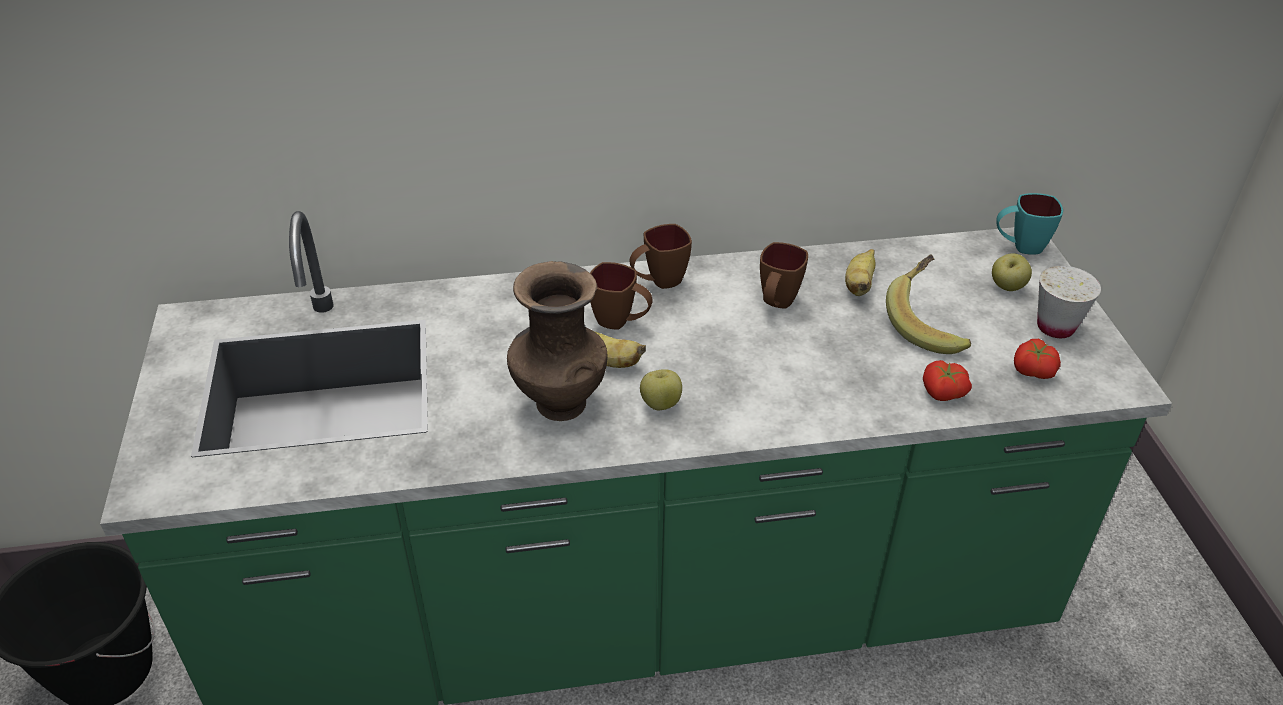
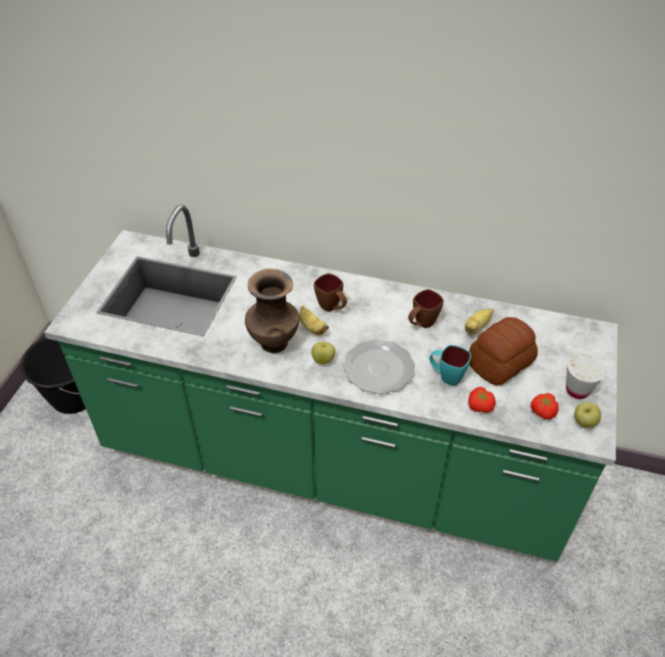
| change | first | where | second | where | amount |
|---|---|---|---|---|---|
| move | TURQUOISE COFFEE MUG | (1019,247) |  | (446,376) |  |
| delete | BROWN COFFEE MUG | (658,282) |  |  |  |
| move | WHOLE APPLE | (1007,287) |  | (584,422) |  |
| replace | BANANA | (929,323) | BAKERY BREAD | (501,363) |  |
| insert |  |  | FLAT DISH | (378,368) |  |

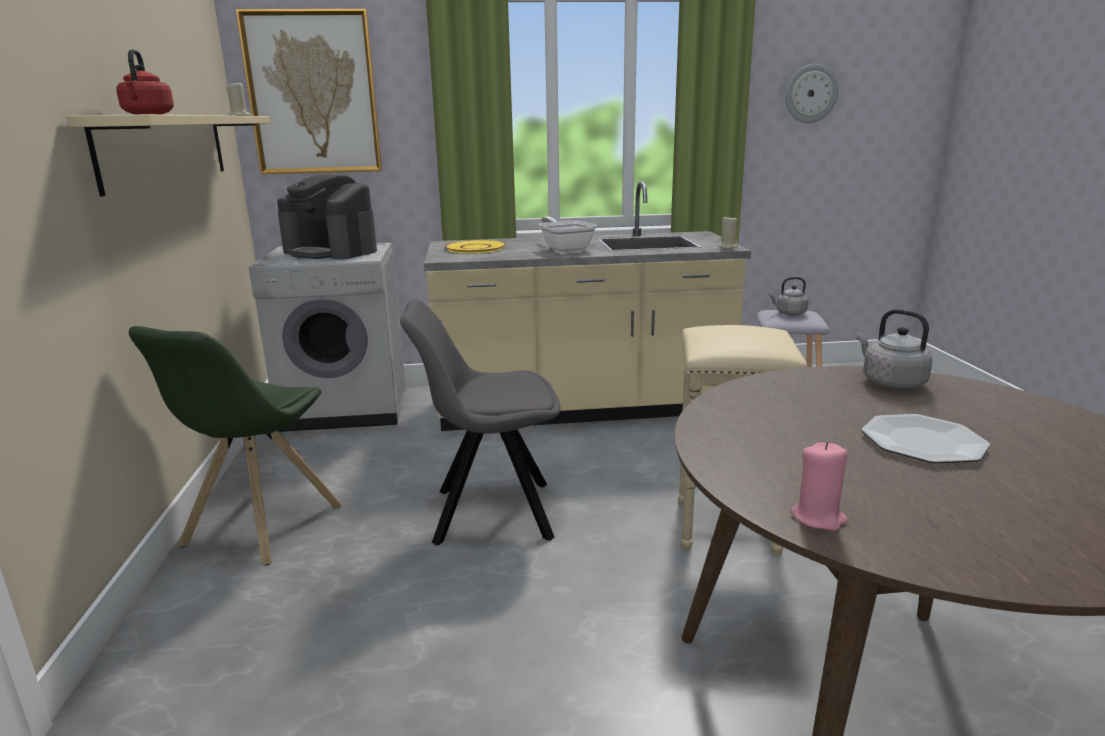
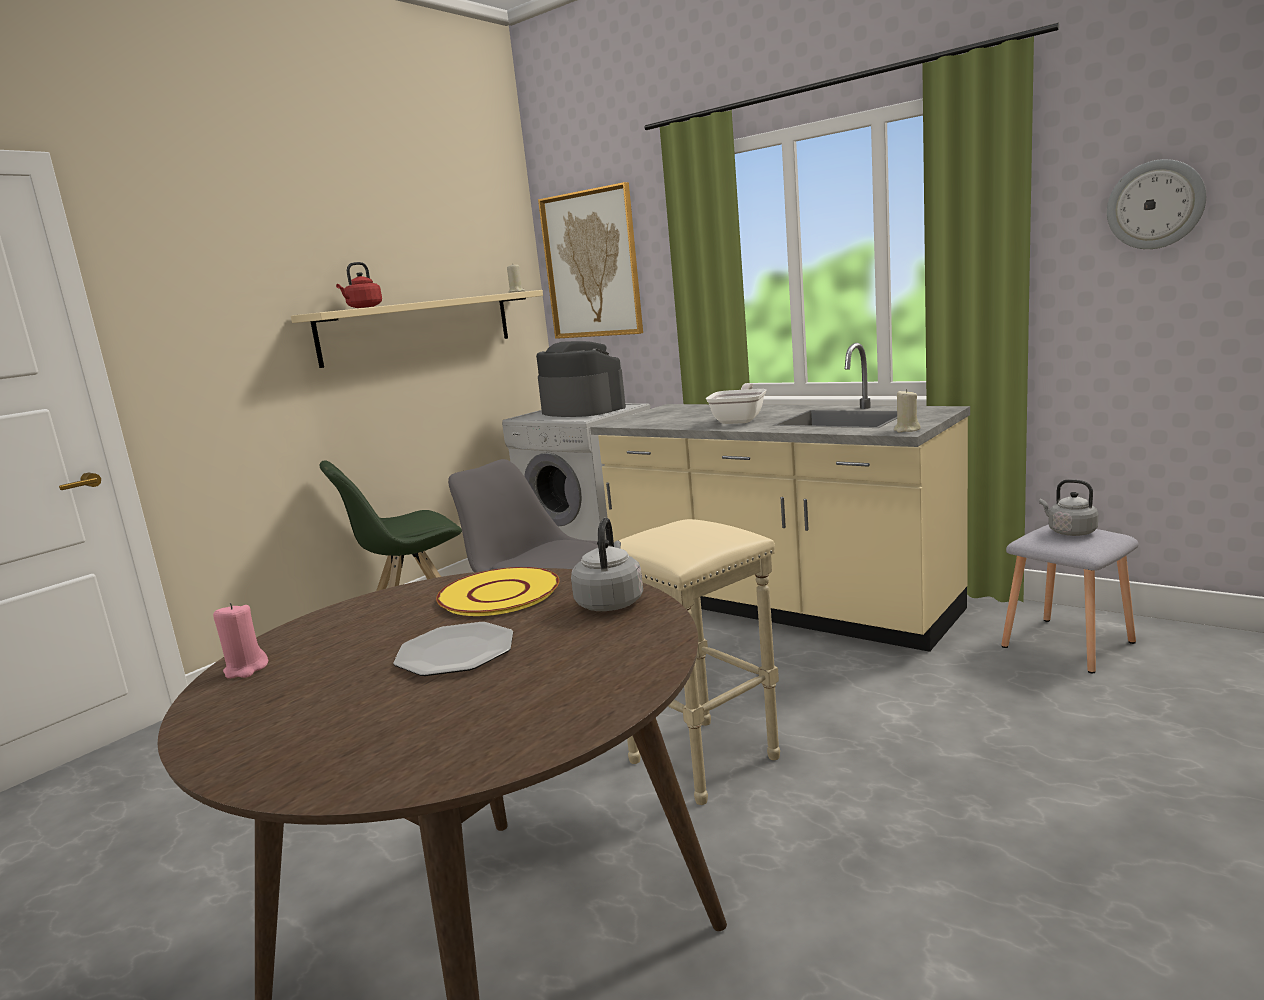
| change | first | where | second | where | amount |
|---|---|---|---|---|---|
| rotate | COFFEE BREWER | (331,251) |  | (582,410) | 150 degrees clockwise |
| move | YELLOW-COLOURED FLAT DISH | (475,248) |  | (500,593) |  |

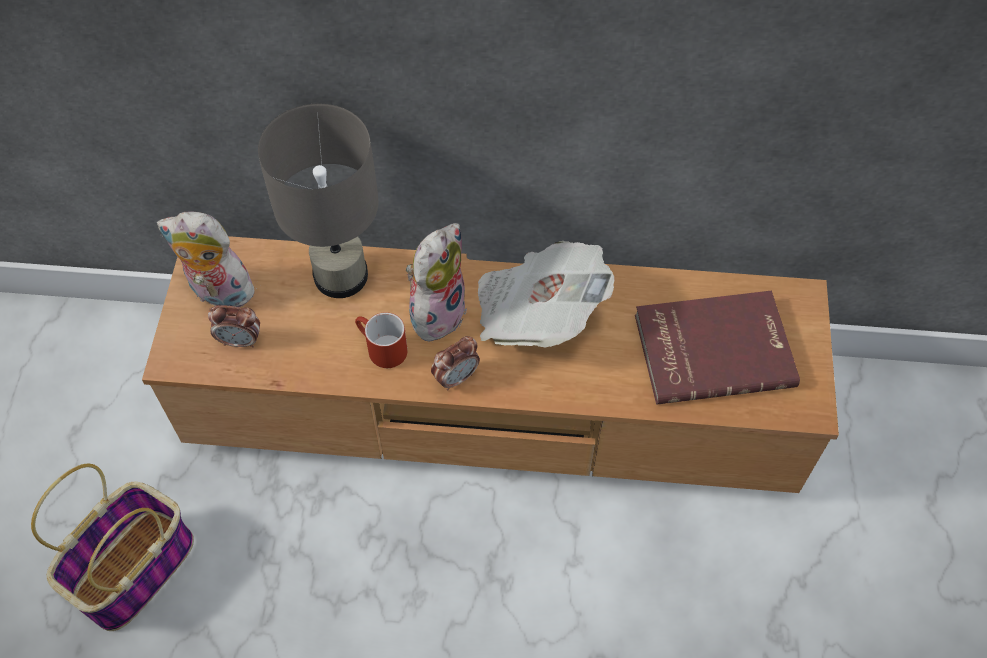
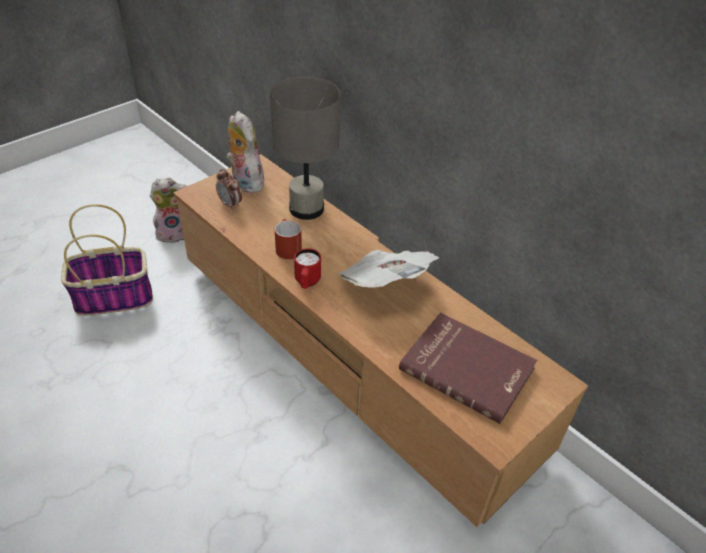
| change | first | where | second | where | amount |
|---|---|---|---|---|---|
| move | PLUSH TOY | (436,311) |  | (175,233) |  |
| replace | ALARM CLOCK | (456,377) | REDDISH COFFEE MUG | (307,283) |  |

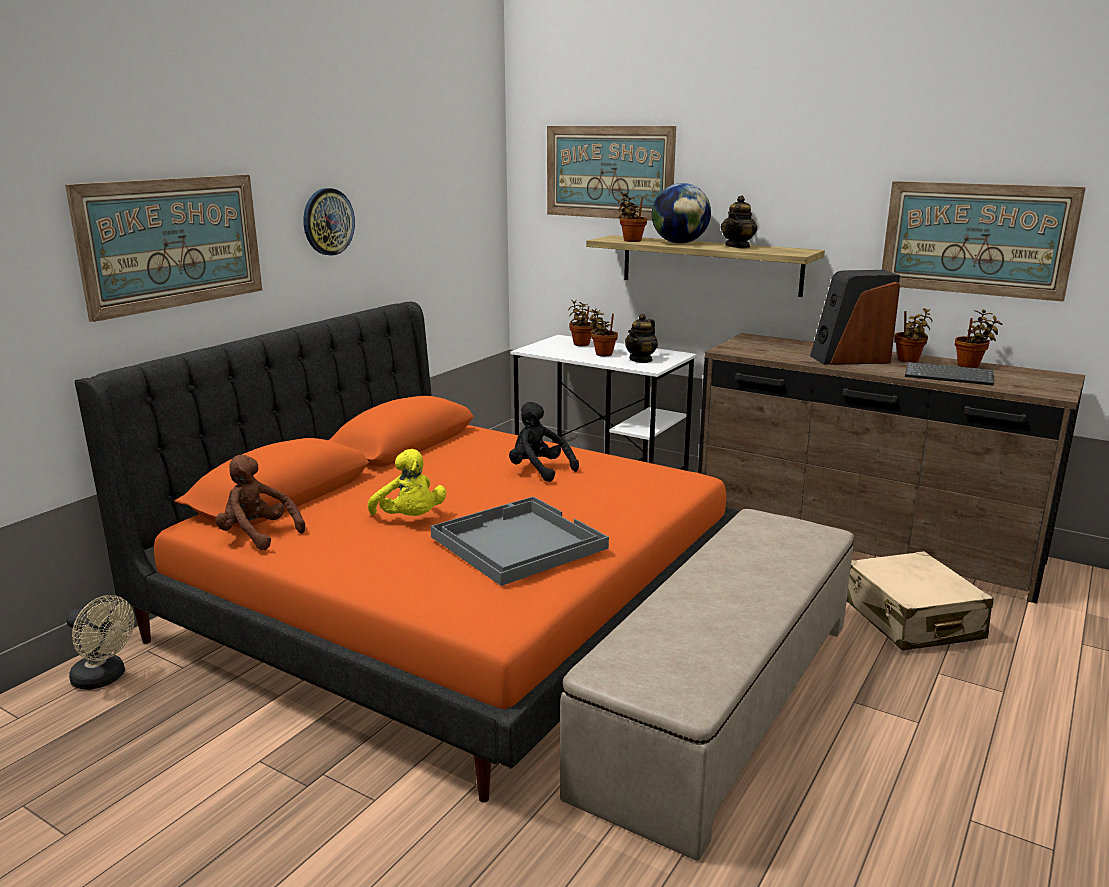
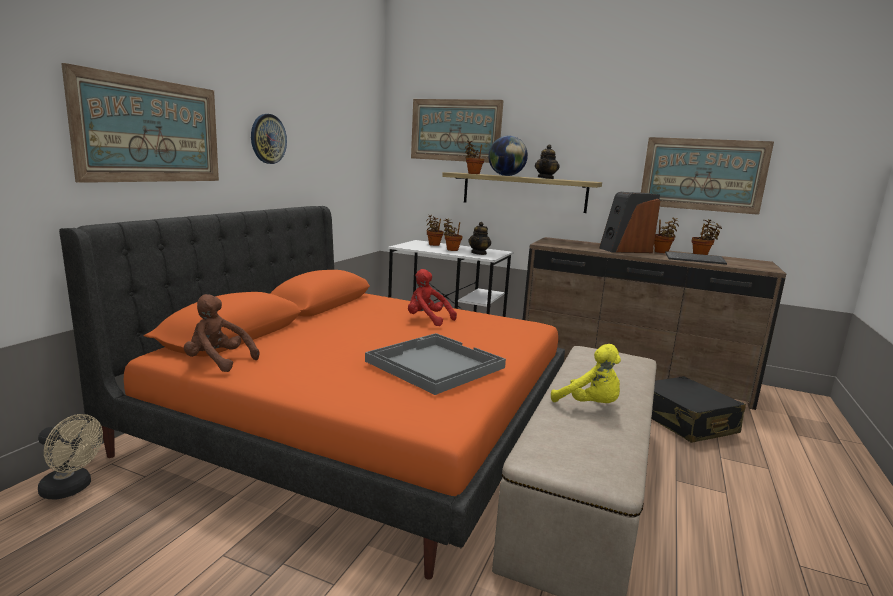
| change | first | where | second | where | amount |
|---|---|---|---|---|---|
| recolor | BLACK PLUSH TOY | (538,471) | REDDISH PLUSH TOY | (427,320) |  |
| move | YELLOW-COLOURED PLUSH TOY | (410,519) |  | (590,405) |  |
| recolor | BEIGE SUITCASE | (911,619) | BLACK SUITCASE | (685,422) |  |

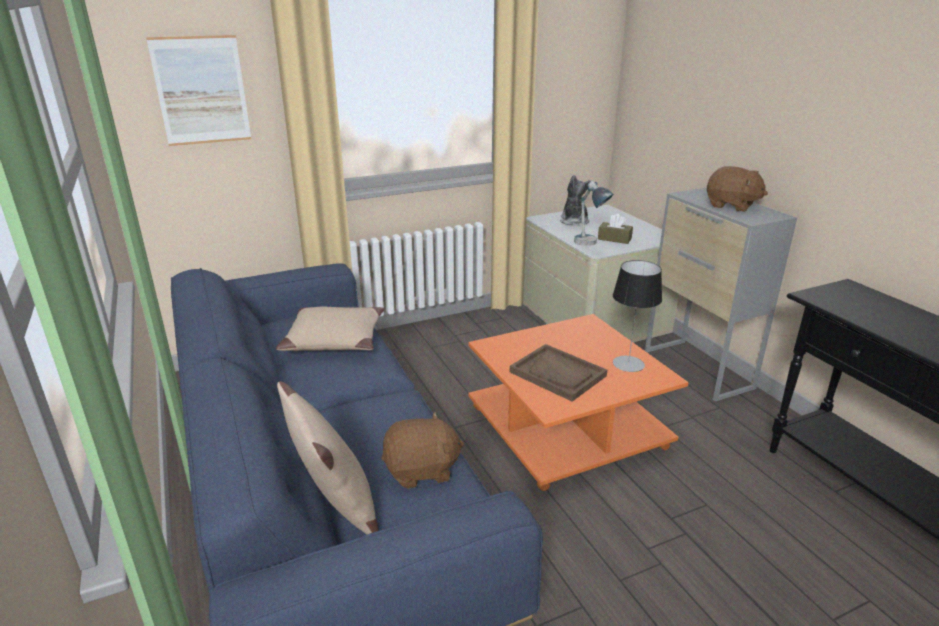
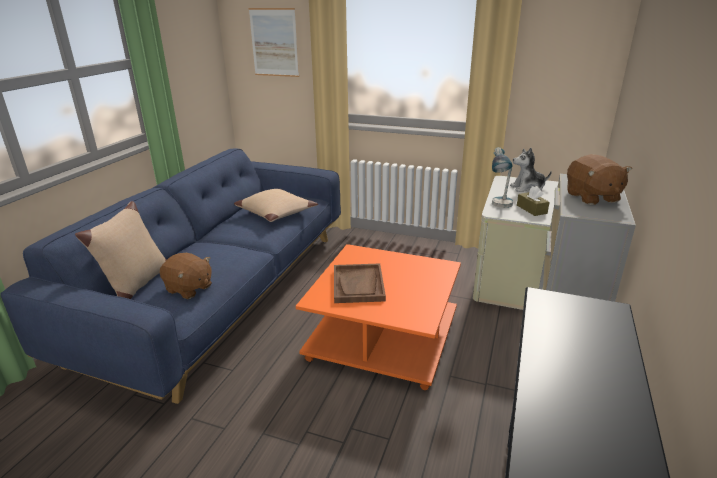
| change | first | where | second | where | amount |
|---|---|---|---|---|---|
| rotate | PLUSH TOY | (574,221) |  | (527,188) | 135 degrees counterclockwise |
| delete | LAMP FOR A TABLE | (628,364) |  |  |  |

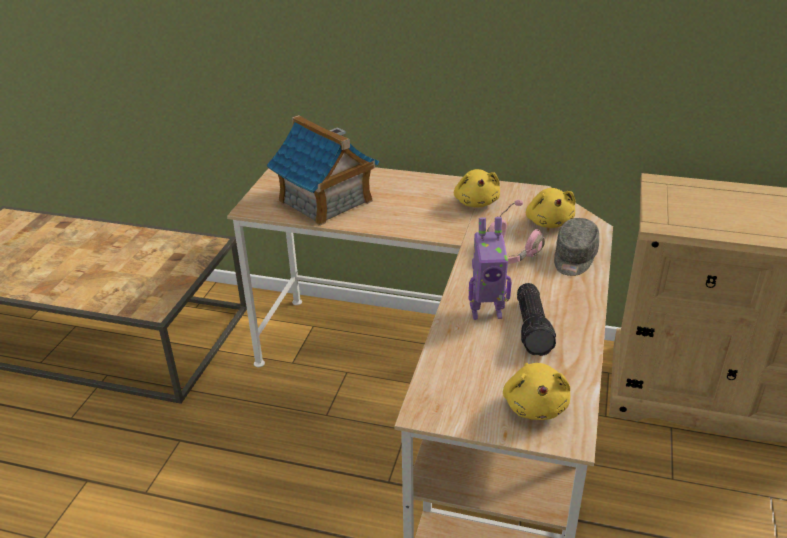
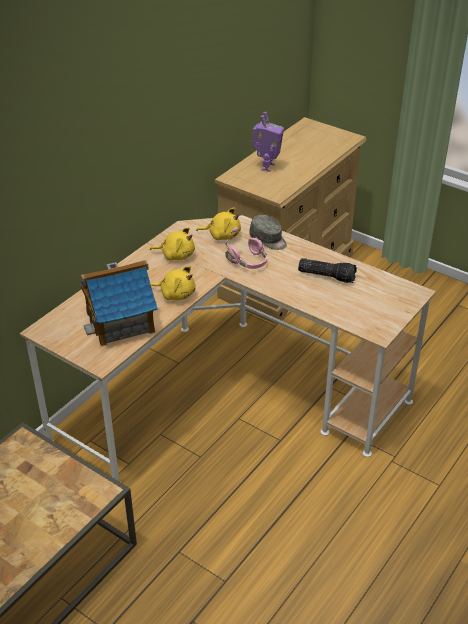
| change | first | where | second | where | amount |
|---|---|---|---|---|---|
| move | TOY ROBOT | (486,312) |  | (267,167) |  |
| move | YELLOW-COLOURED PLUSH TOY | (535,405) |  | (176,294) |  |

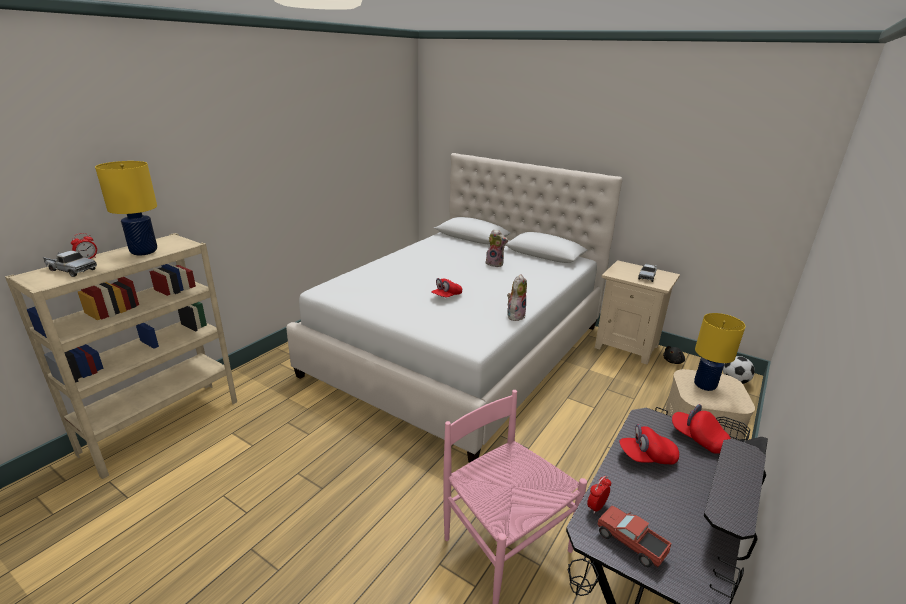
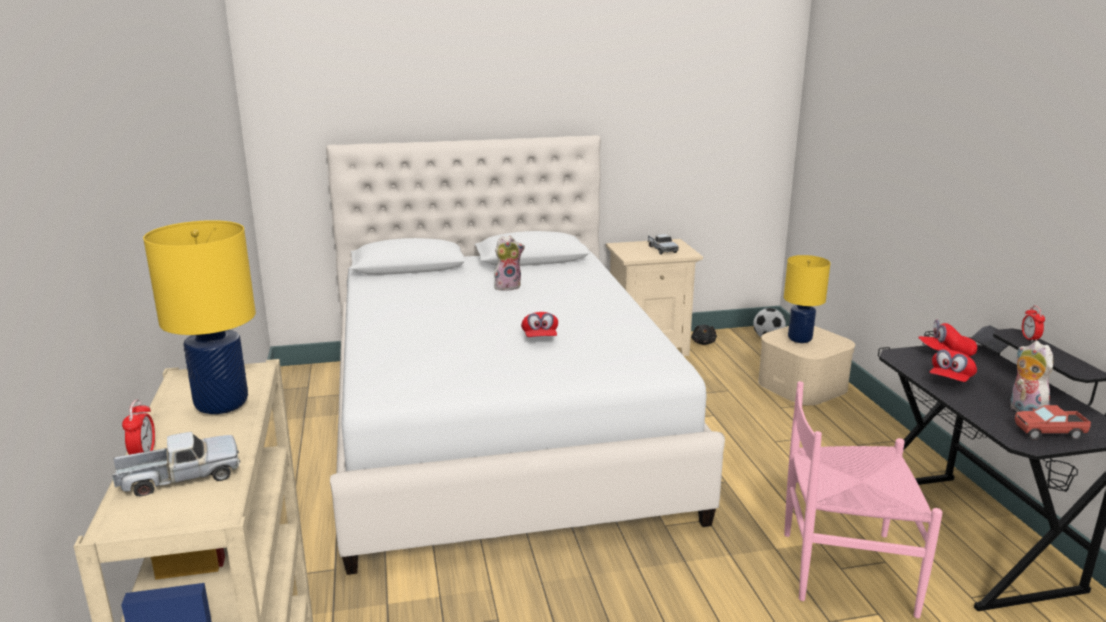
| change | first | where | second | where | amount |
|---|---|---|---|---|---|
| move | PLUSH TOY | (515,315) |  | (1023,411) |  |
| move | ALARM CLOCK | (596,507) |  | (1029,339) |  |

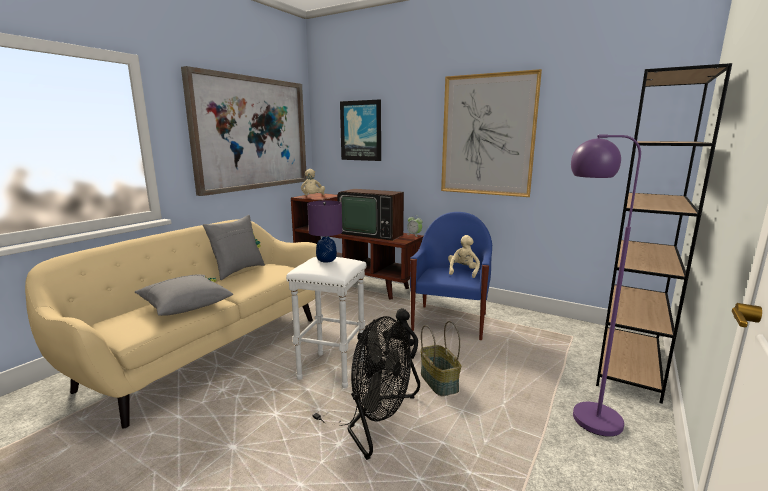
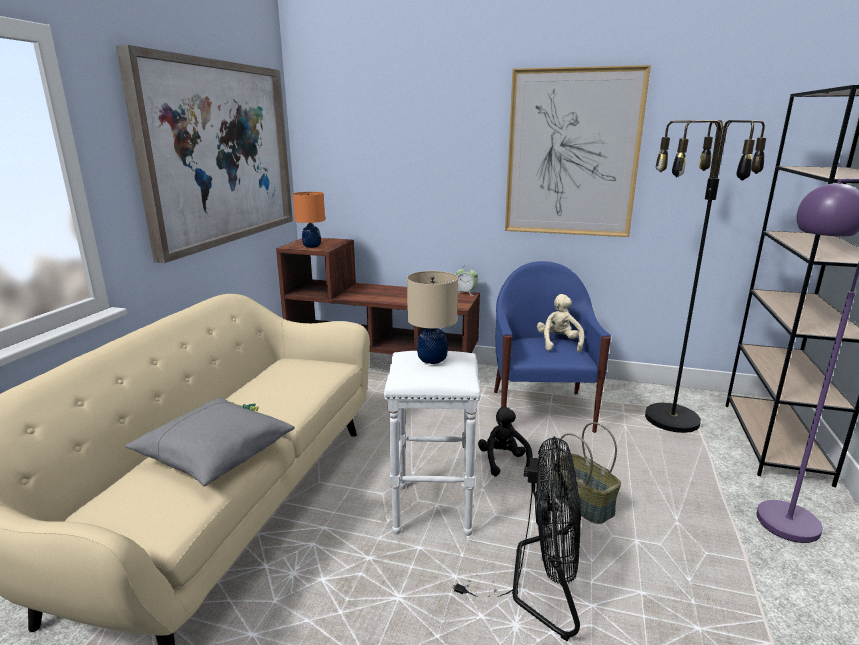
| change | first | where | second | where | amount |
|---|---|---|---|---|---|
| delete | PICTURE | (361,131) |  |  |  |
| replace | BEIGE PLUSH TOY | (313,197) | ORANGE-COLOURED LAMP FOR A TABLE | (311,246) |  |
| delete | TV | (371,233) |  |  |  |
| recolor | PURPLE-COLOURED LAMP FOR A TABLE | (326,261) | BEIGE LAMP FOR A TABLE | (433,361) |  |
| delete | GRAY PILLOW | (238,271) |  |  |  |
| insert |  |  | FLOOR LAMP | (670,419) |  |

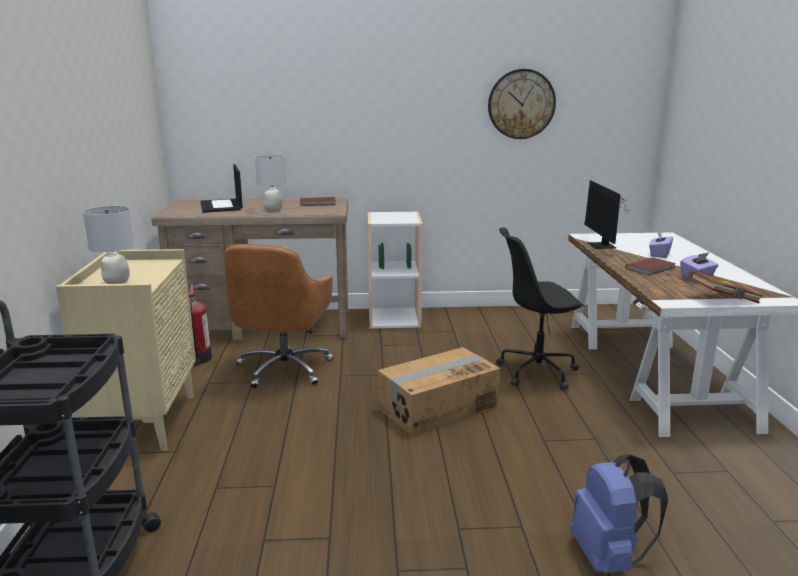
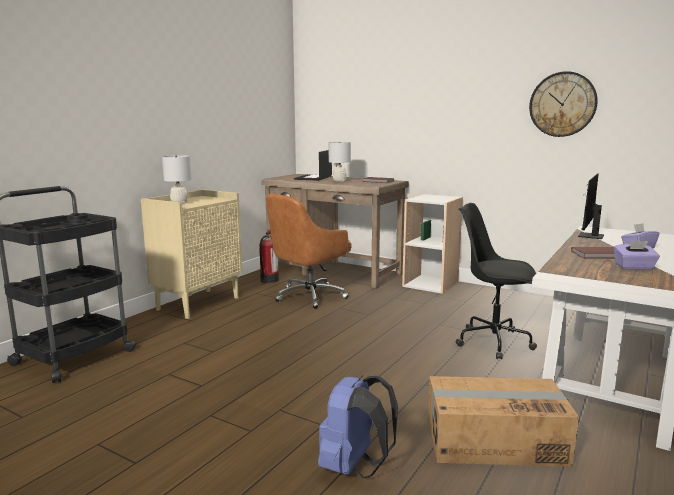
| change | first | where | second | where | amount |
|---|---|---|---|---|---|
| delete | BROWN VOLUME | (723,299) |  |  |  |
| move | CARDBOARD BOX | (437,407) |  | (494,441) |  |

